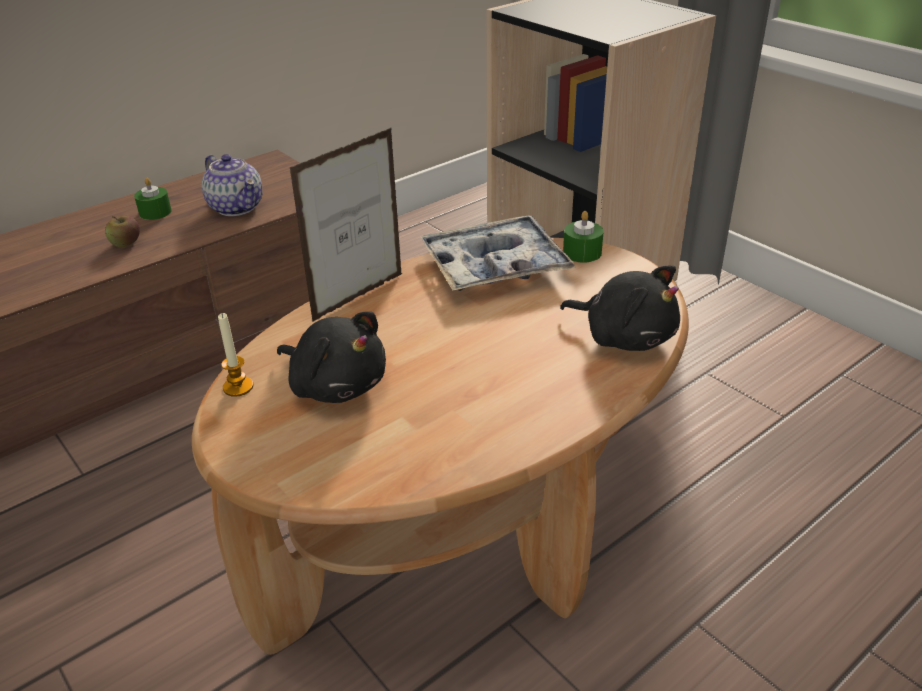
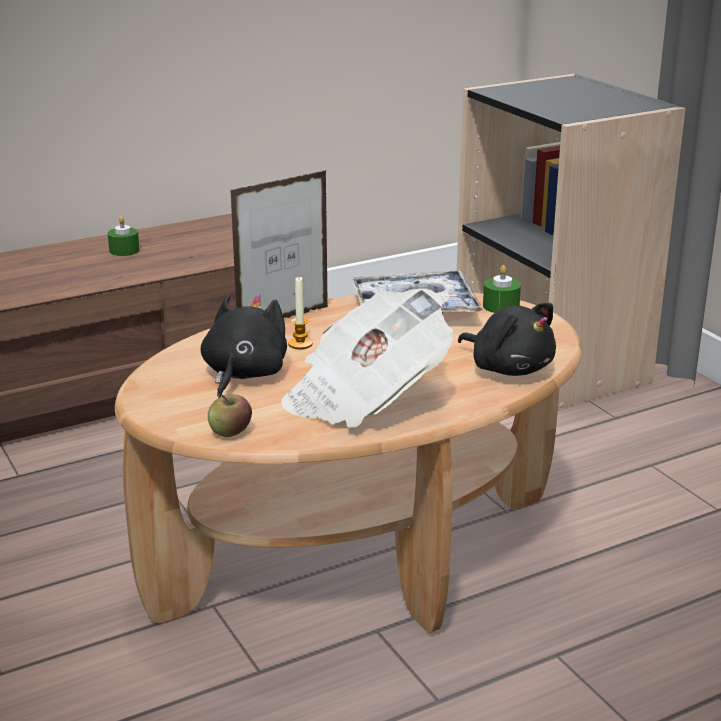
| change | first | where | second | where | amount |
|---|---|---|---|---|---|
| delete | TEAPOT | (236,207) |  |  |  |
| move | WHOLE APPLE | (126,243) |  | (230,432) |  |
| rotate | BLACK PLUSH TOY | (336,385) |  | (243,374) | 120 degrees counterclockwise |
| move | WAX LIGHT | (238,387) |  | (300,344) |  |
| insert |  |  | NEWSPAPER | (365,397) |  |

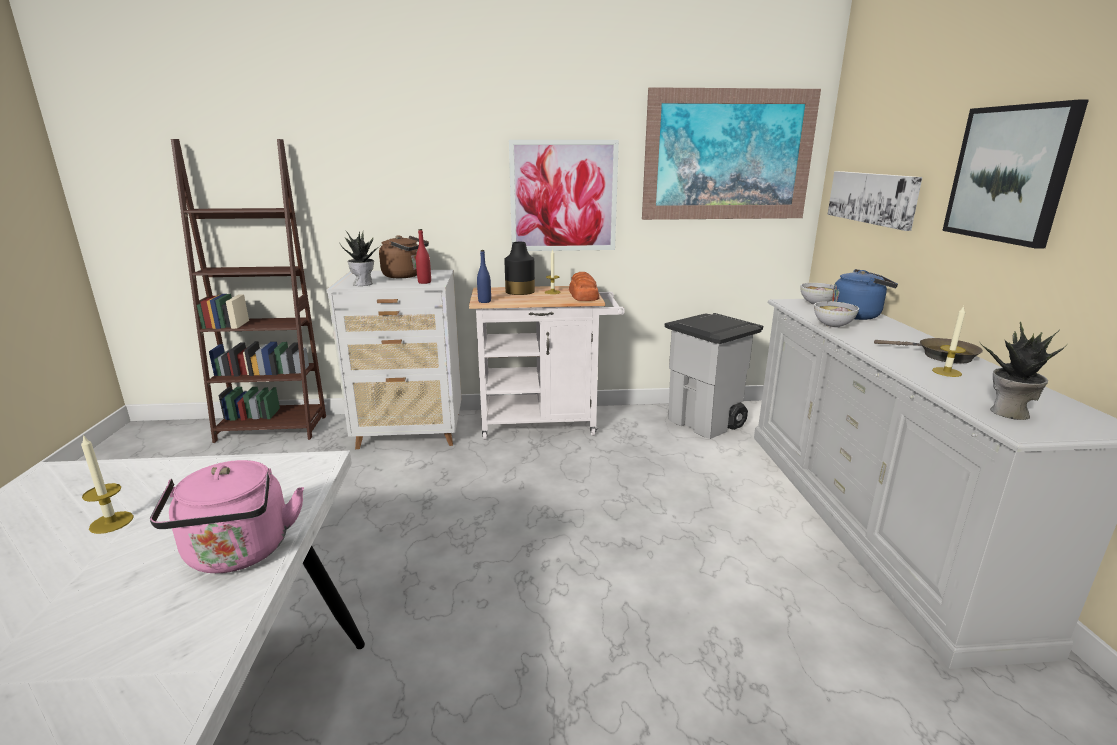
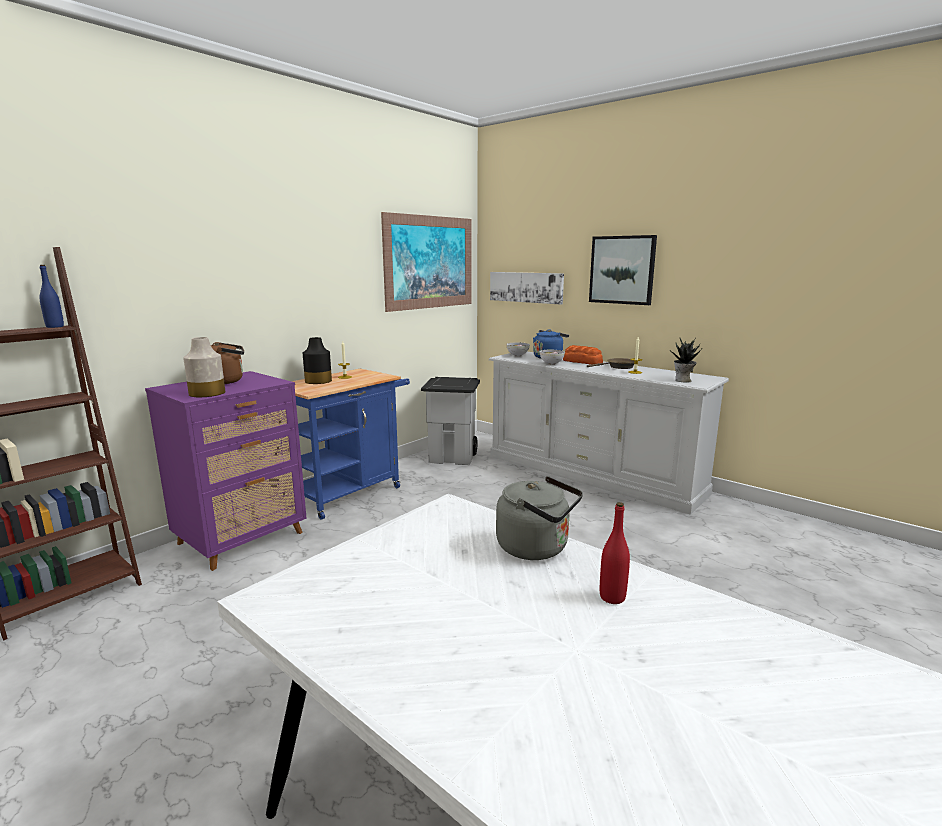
| change | first | where | second | where | amount |
|---|---|---|---|---|---|
| delete | PICTURE | (563,196) |  |  |  |
| move | REDDISH DRINK BOTTLE | (424,282) |  | (612,597) |  |
| replace | HOUSEPLANT | (363,284) | BEIGE DECORATIVE VASE | (207,393) |  |
| move | BLUE-COLOURED DRINK BOTTLE | (484,301) |  | (55,326) |  |
| recolor | WHITE DRAWER CHEST | (411,430) | PURPLE-COLOURED DRAWER CHEST | (242,538) |  |
| move | BAKERY BREAD | (583,295) |  | (583,362) |  |
| recolor | WHITE TROLLEY | (546,422) | BLUE-COLOURED TROLLEY | (350,492) |  |
| delete | WAX LIGHT | (111,522) |  |  |  |
| recolor | PINK-COLOURED WATER KETTLE | (238,554) | GRAY WATER KETTLE | (537,548) |  |

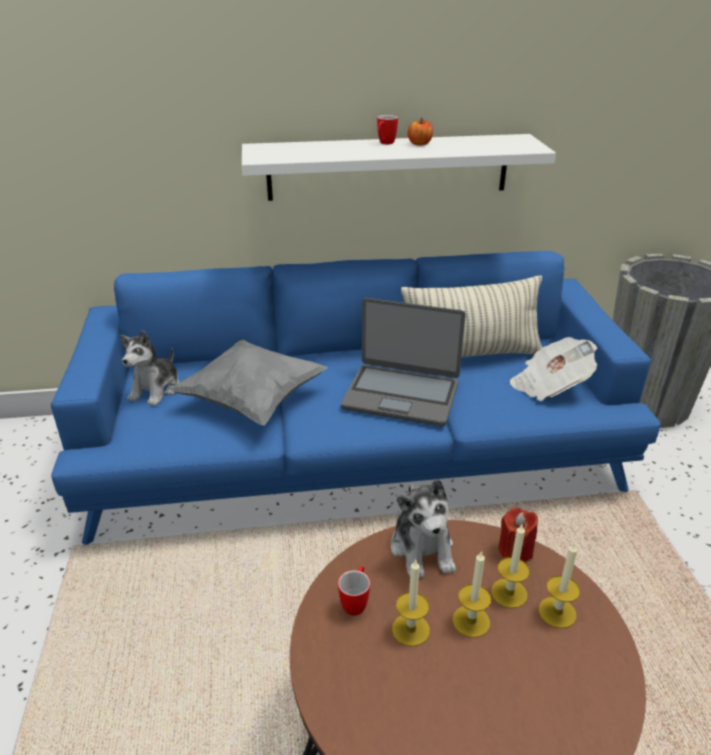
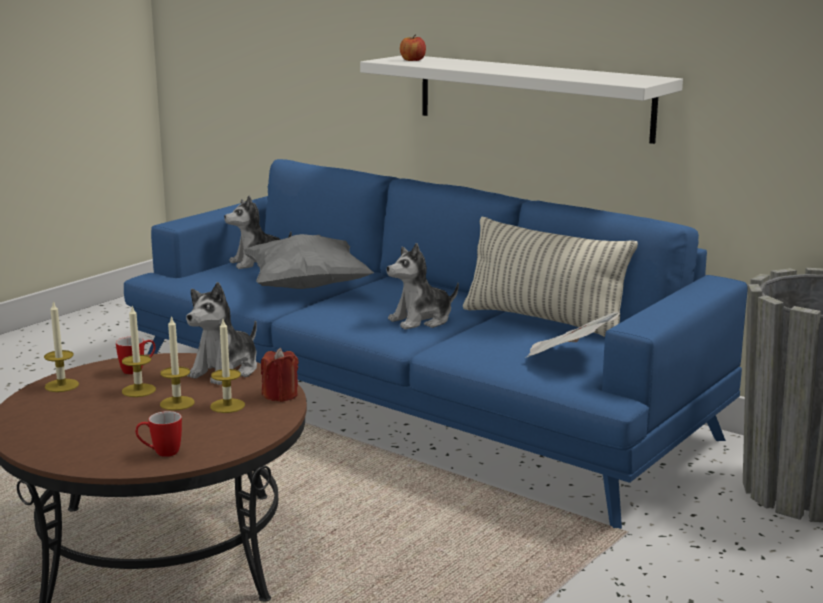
| change | first | where | second | where | amount |
|---|---|---|---|---|---|
| move | COFFEE MUG | (385,143) |  | (160,453) |  |
| move | WHOLE APPLE | (419,144) |  | (412,60) |  |
| replace | NOTEBOOK COMPUTER | (401,395) | PLUSH TOY | (421,320) |  |
| move | WAX LIGHT | (557,612) |  | (61,385) |  |

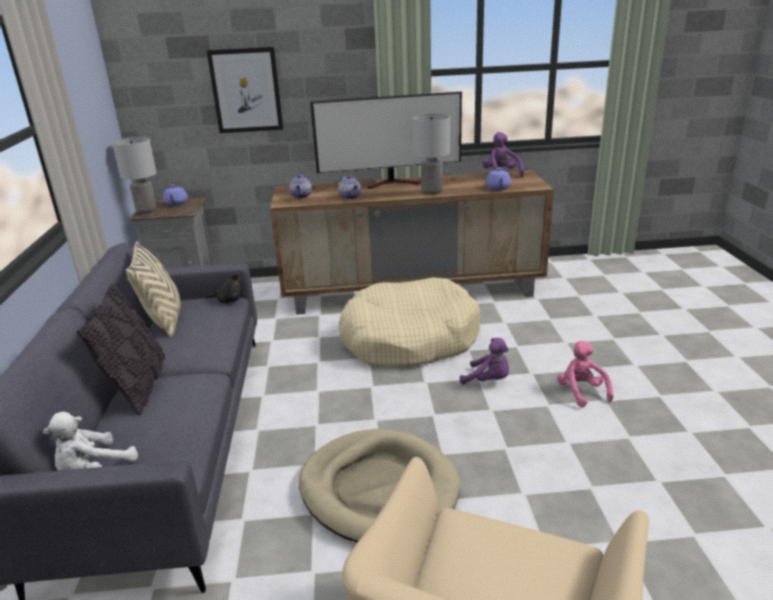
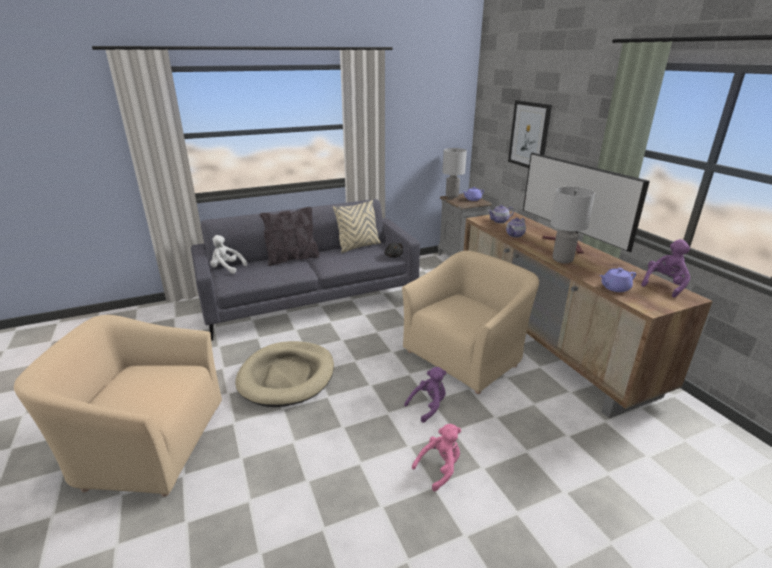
| change | first | where | second | where | amount |
|---|---|---|---|---|---|
| replace | BEIGE DOG BED | (409,339) | BEIGE ARMCHAIR | (465,355) |  |
| rotate | PURPLE-COLOURED PLUSH TOY | (488,380) |  | (428,406) | 135 degrees counterclockwise |

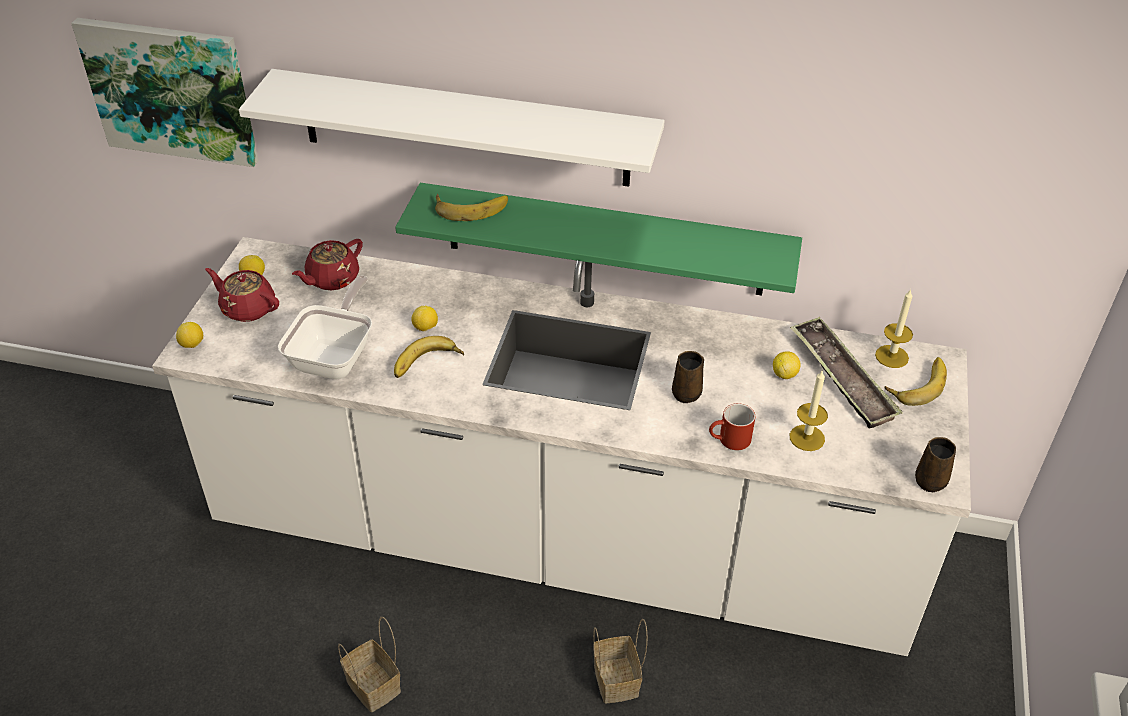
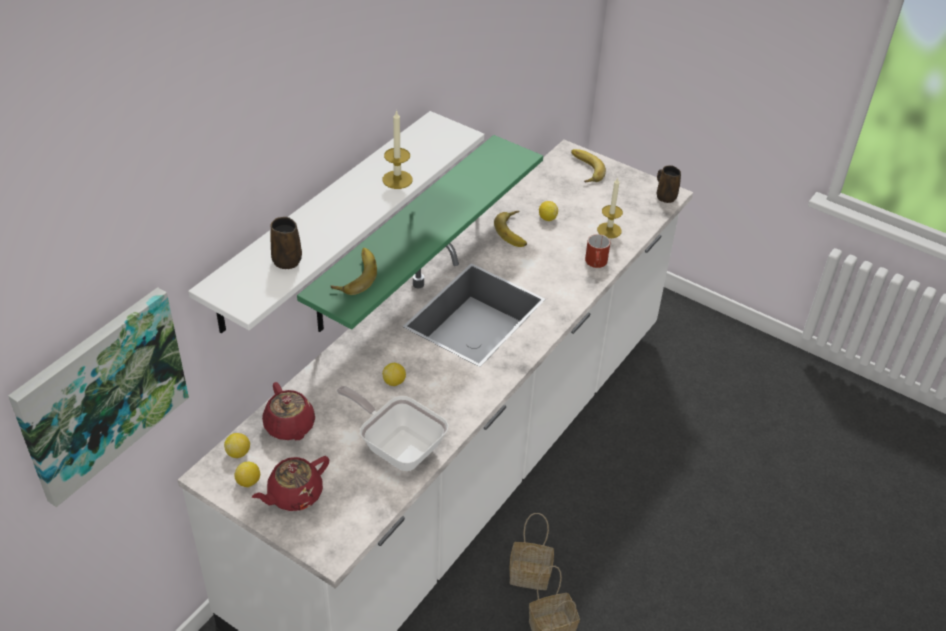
| change | first | where | second | where | amount |
|---|---|---|---|---|---|
| move | WAX LIGHT | (891,356) |  | (397,179) |  |
| delete | TRAY | (842,377) |  |  |  |
| move | LEMON | (192,344) |  | (238,453) |  |
| move | BANANA | (427,364) |  | (515,231) |  |
| move | BROWN COFFEE MUG | (687,393) |  | (286,259) |  |
| move | STORAGE BASKET | (617,681) |  | (531,574) |  |

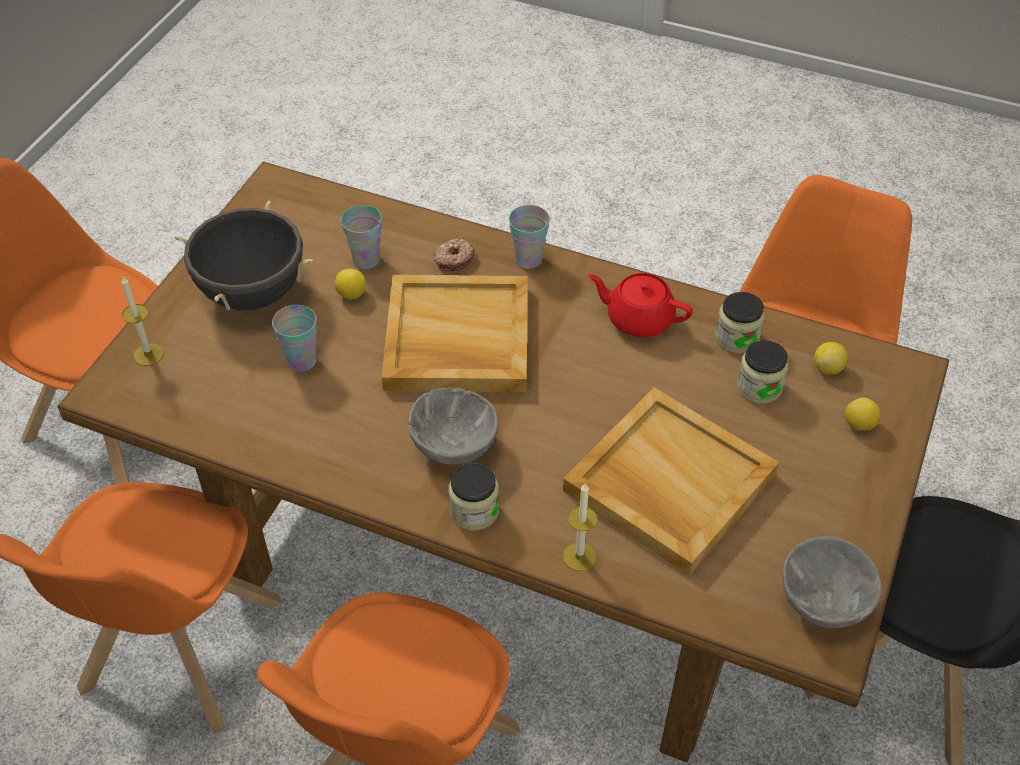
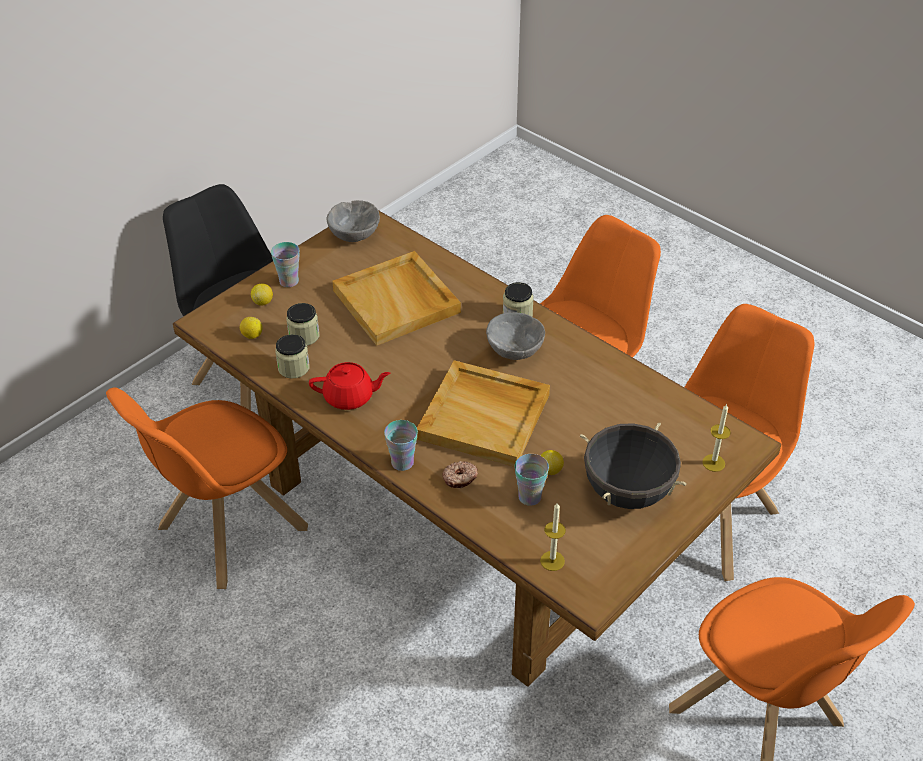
| change | first | where | second | where | amount |
|---|---|---|---|---|---|
| rotate | REDDISH TEAPOT | (638,319) |  | (350,397) | 45 degrees counterclockwise |
| move | SMALL CUP | (301,361) |  | (289,281) |  |
| move | WAX LIGHT | (579,556) |  | (552,561) |  |

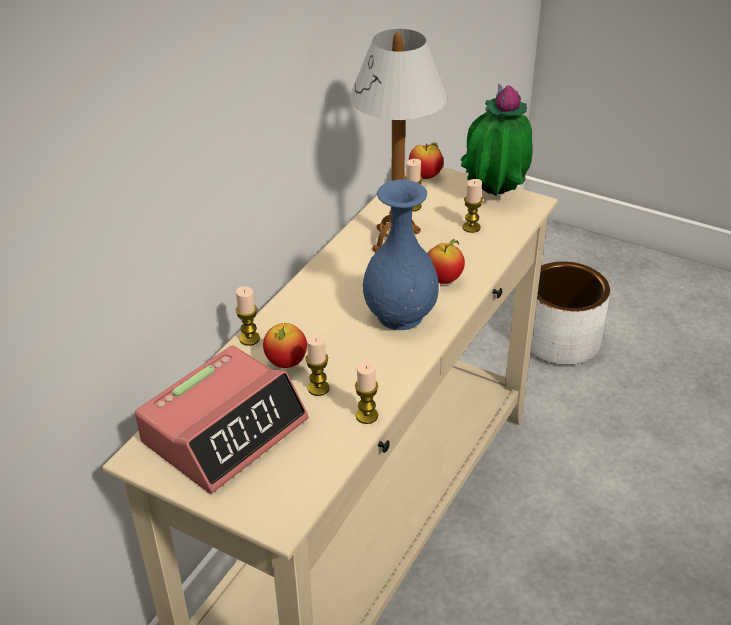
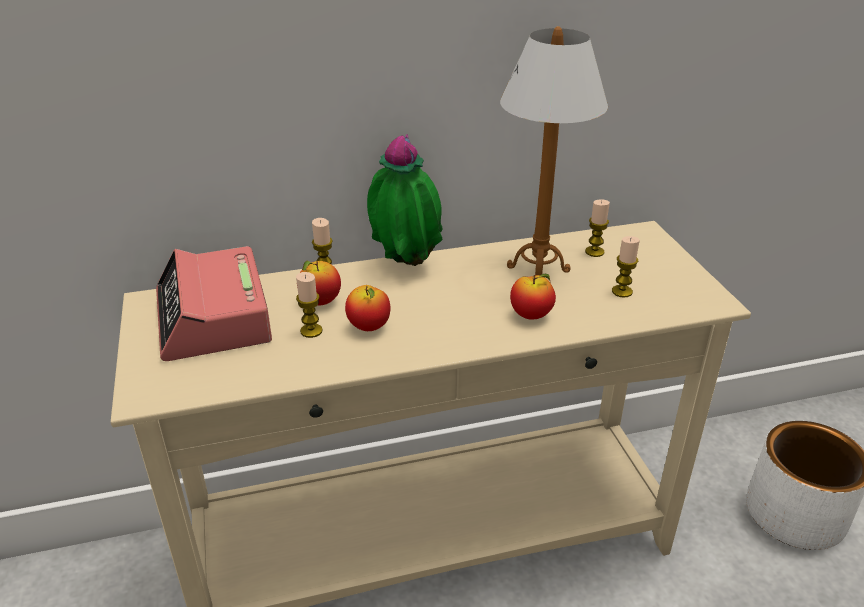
| change | first | where | second | where | amount |
|---|---|---|---|---|---|
| move | HOUSEPLANT | (493,198) |  | (405,266) |  |
| move | WHOLE APPLE | (425,176) |  | (369,327) |  |
| delete | BLUE-COLOURED DECORATIVE VASE | (401,315) |  |  |  |
| rotate | ALARM CLOCK | (225,430) |  | (213,318) | 75 degrees clockwise |
| delete | WAX LIGHT | (366,416) |  |  |  |

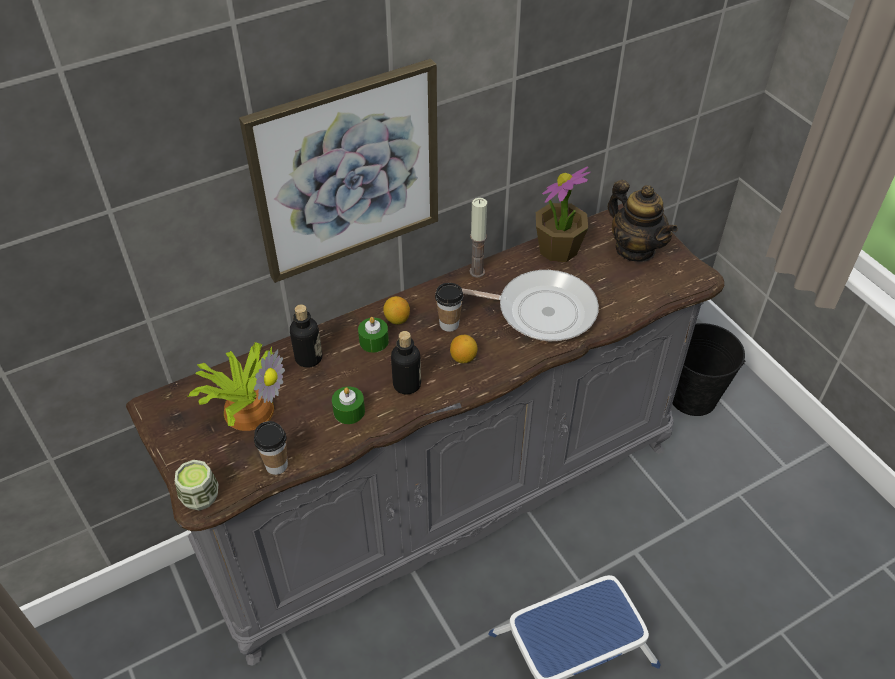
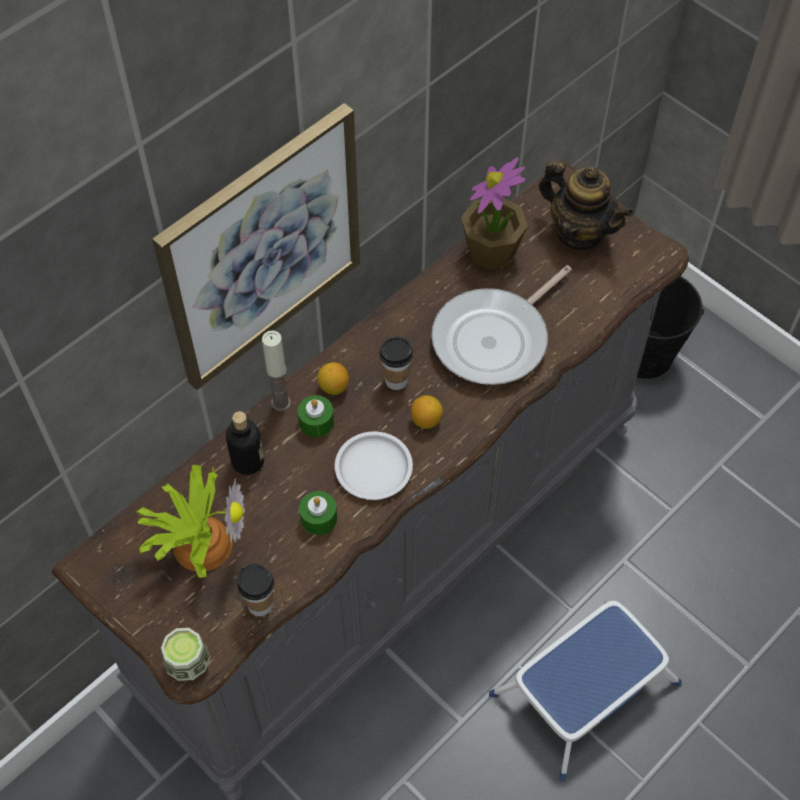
| change | first | where | second | where | amount |
|---|---|---|---|---|---|
| move | WAX LIGHT | (477,272) |  | (281,403) |  |
| rotate | SKILLET | (540,311) |  | (495,339) | 135 degrees clockwise |
| replace | DRINK BOTTLE | (407,384) | WHITE FLAT DISH | (373,469) |  |

